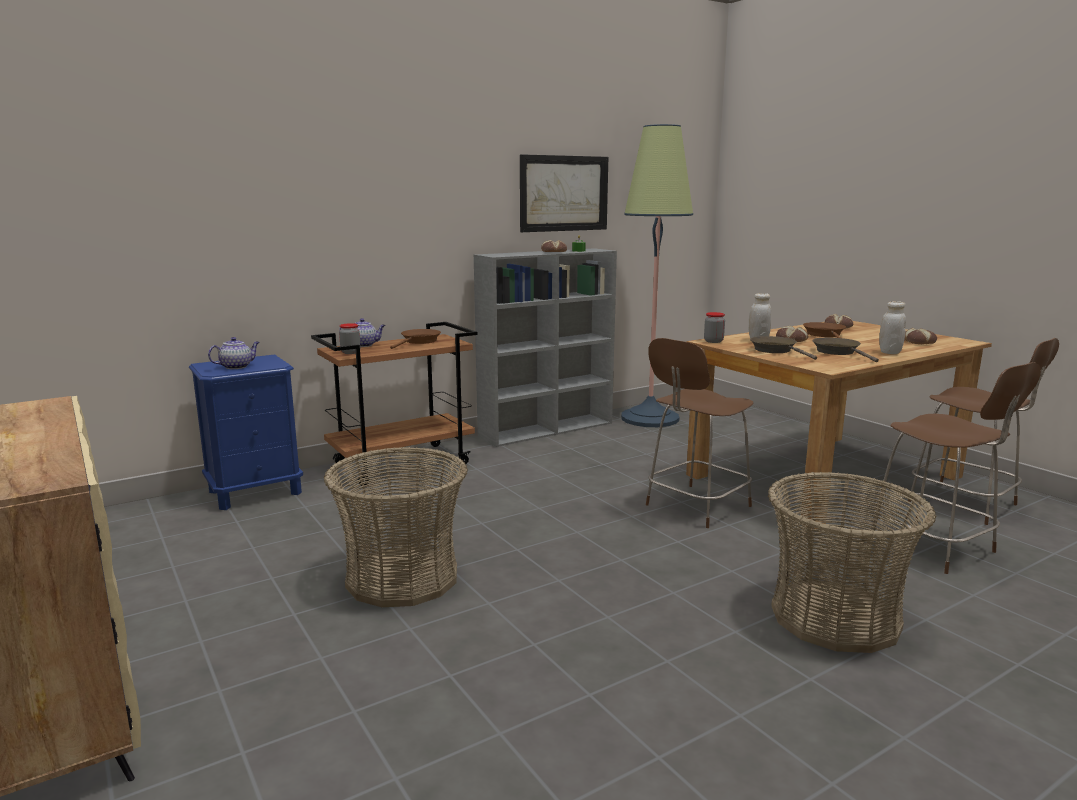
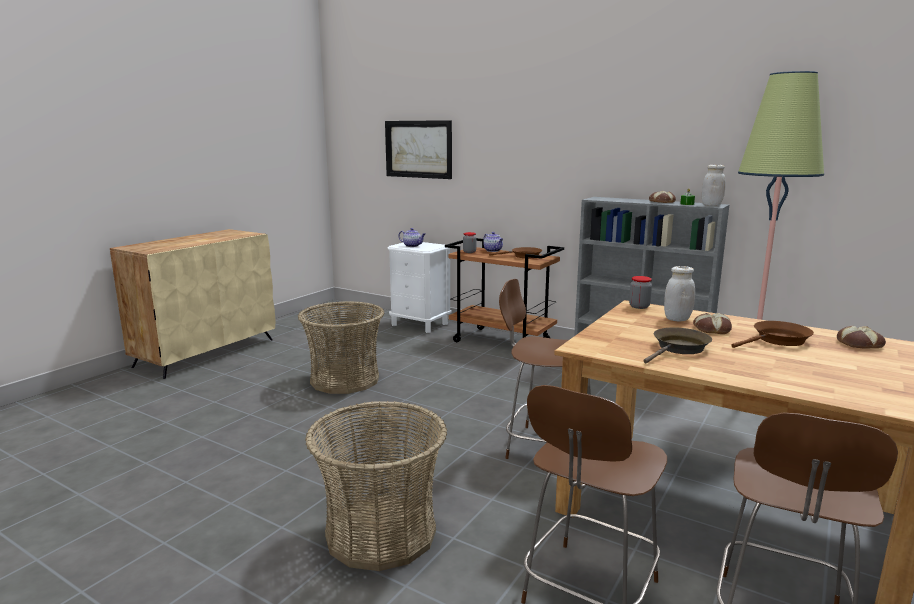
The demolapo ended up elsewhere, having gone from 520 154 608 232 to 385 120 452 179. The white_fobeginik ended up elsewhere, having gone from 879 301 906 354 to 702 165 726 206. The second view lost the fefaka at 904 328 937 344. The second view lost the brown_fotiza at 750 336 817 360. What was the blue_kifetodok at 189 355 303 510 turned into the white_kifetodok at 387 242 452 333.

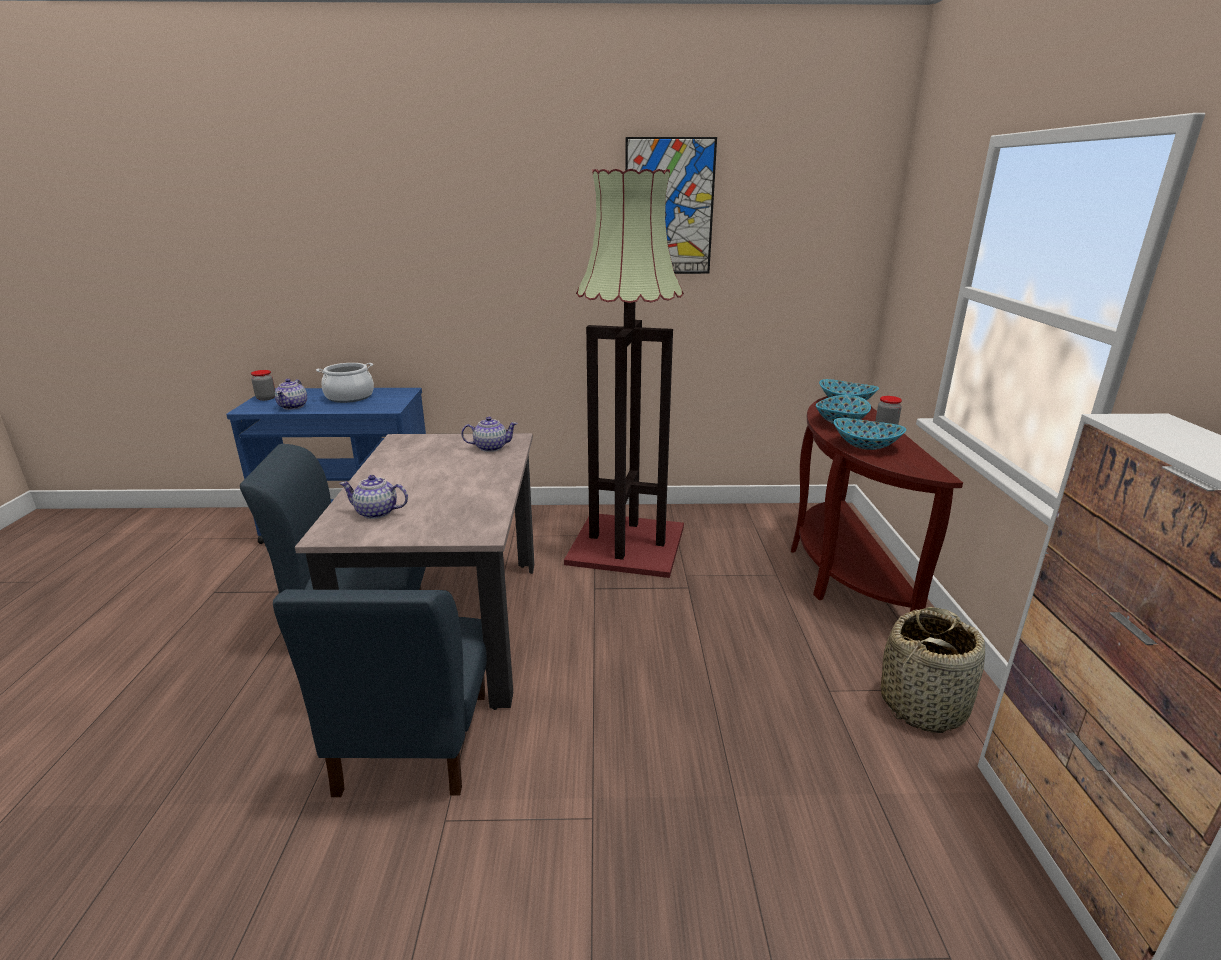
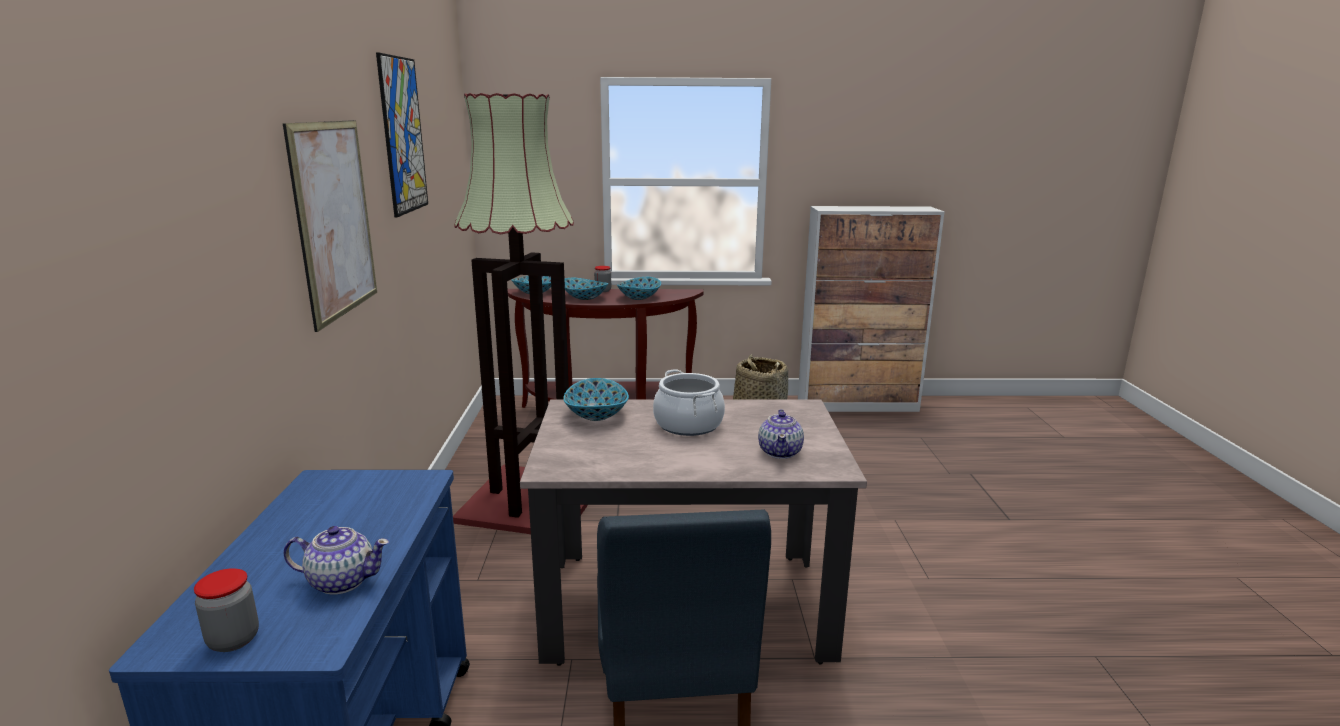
The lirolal ended up elsewhere, having gone from 316 363 374 403 to 653 369 725 436. Where the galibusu stood at 461 417 518 452, the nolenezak came to stand at 563 378 629 421. The second view lost the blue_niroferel at 273 590 487 797. The second view gained the demolapo at 283 120 377 332.

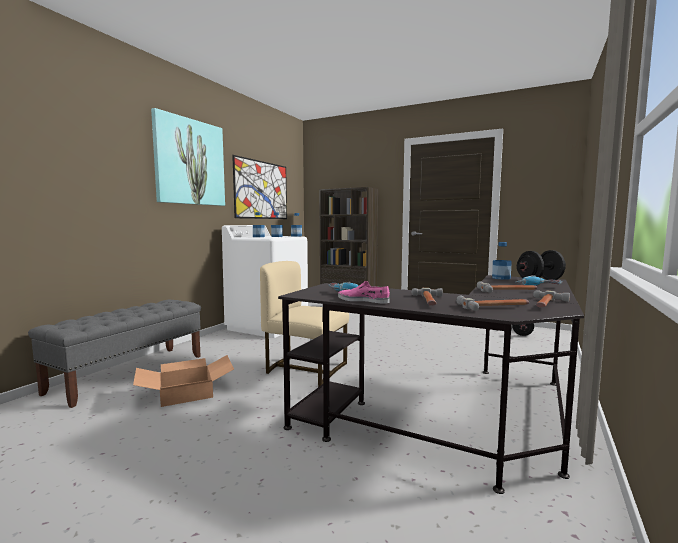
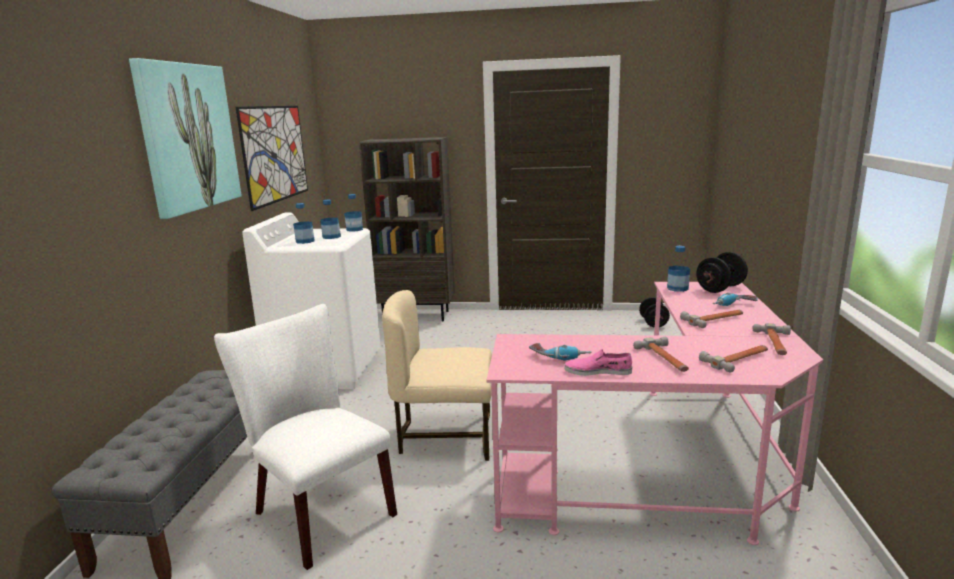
What was the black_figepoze at 278 275 584 494 turned into the pink_figepoze at 487 282 823 545. Where the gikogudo stood at 133 355 234 407, the white_niroferel came to stand at 214 304 397 570.

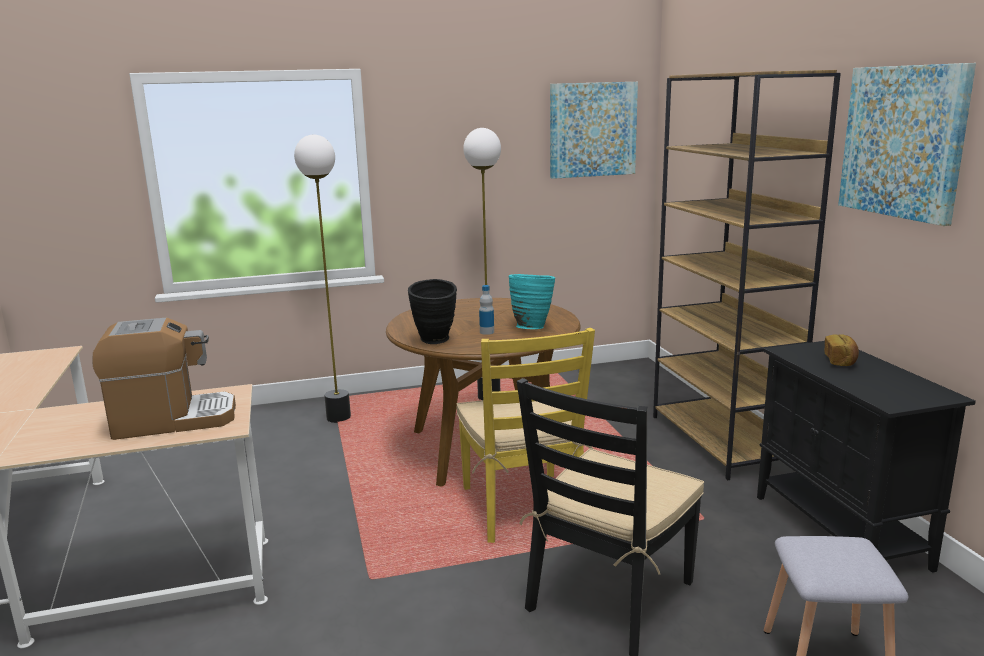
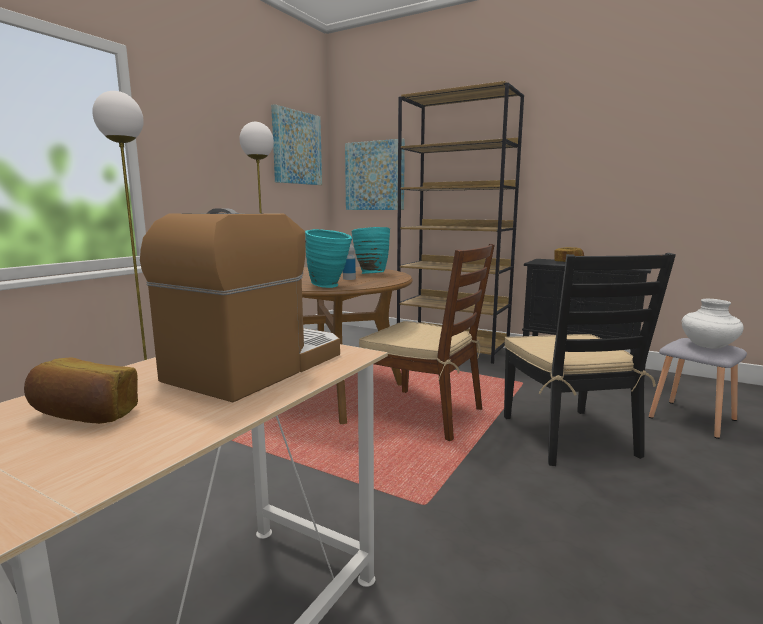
The demolapo ended up elsewhere, having gone from 838 63 976 226 to 345 139 405 210. What was the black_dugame at 408 279 457 344 turned into the turquoise_dugame at 305 229 352 288. What was the yellow_niroferel at 456 328 595 543 turned into the brown_niroferel at 359 243 495 441. The second view gained the white_dugame at 681 299 744 349. The second view gained the fefaka at 24 358 138 424.

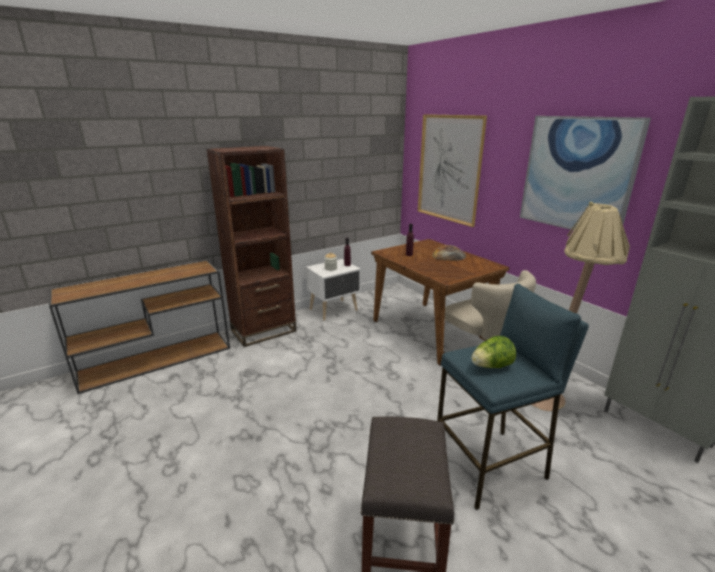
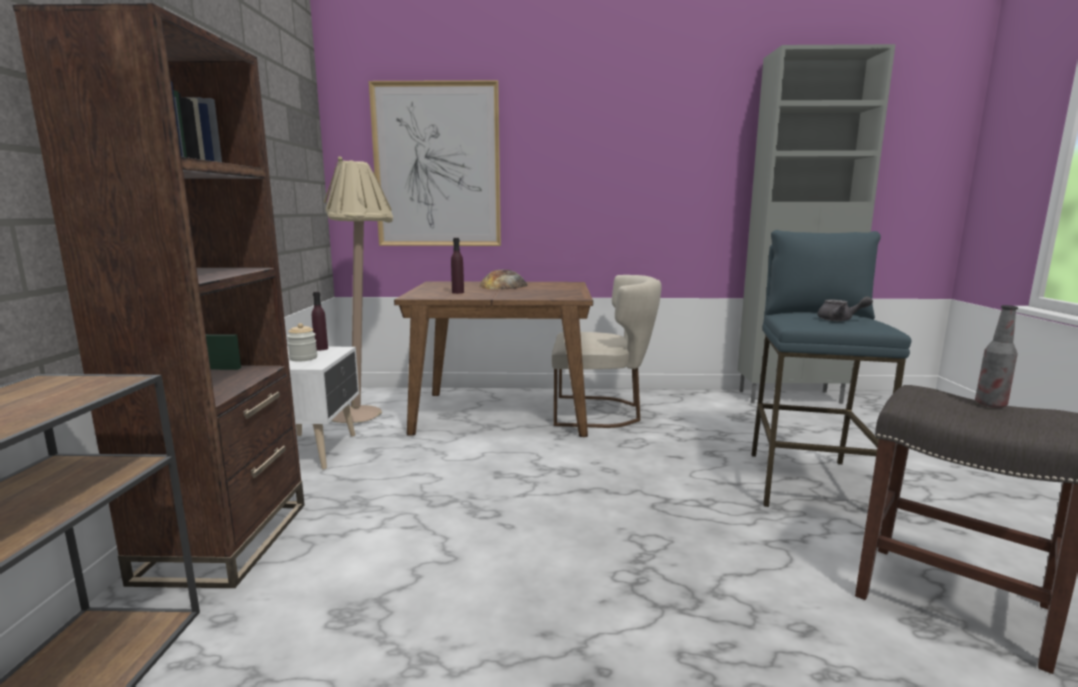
The second view lost the demolapo at 520 116 651 230. The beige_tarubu ended up elsewhere, having gone from 531 202 630 411 to 324 156 393 423. Where the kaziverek stood at 471 336 516 368, the grey_galibusu came to stand at 817 296 873 321. The second view gained the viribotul at 975 305 1018 408.

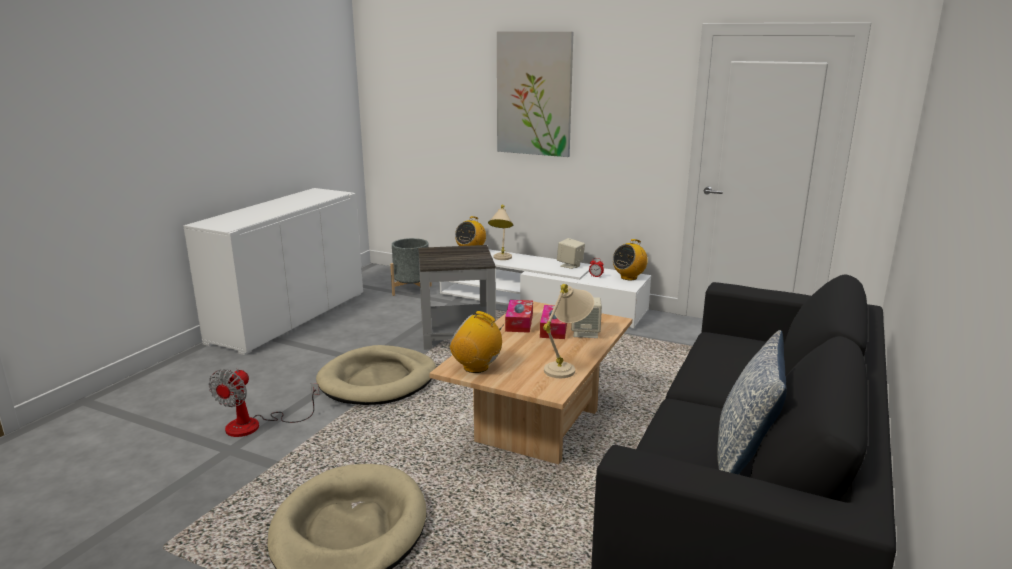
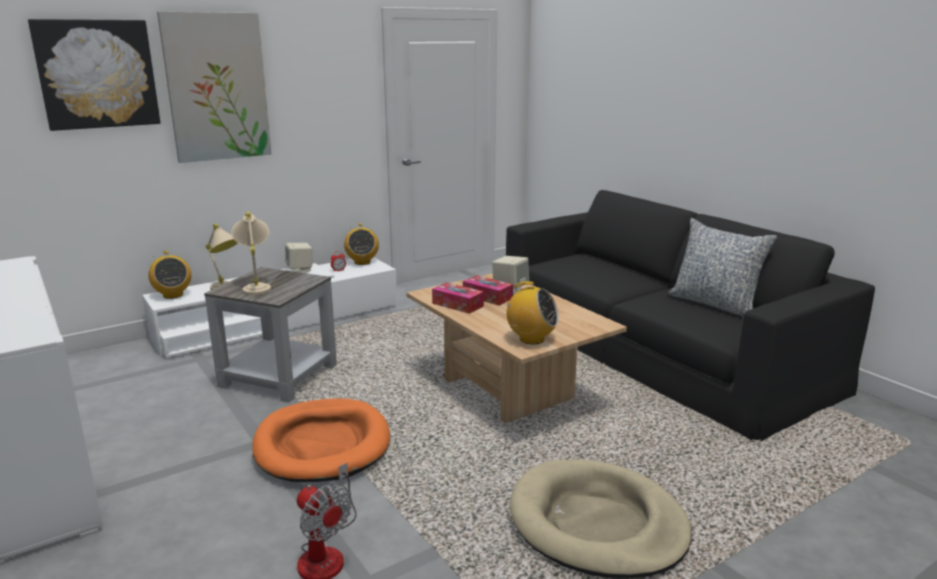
The second view lost the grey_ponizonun at 390 238 432 296. The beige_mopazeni ended up elsewhere, having gone from 543 284 594 378 to 231 211 271 295. The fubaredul at 449 311 507 373 ended up facing another way, 120 degrees counterclockwise from before. What was the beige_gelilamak at 316 345 436 405 turned into the orange_gelilamak at 252 399 390 482. The second view gained the demolapo at 28 19 160 131.

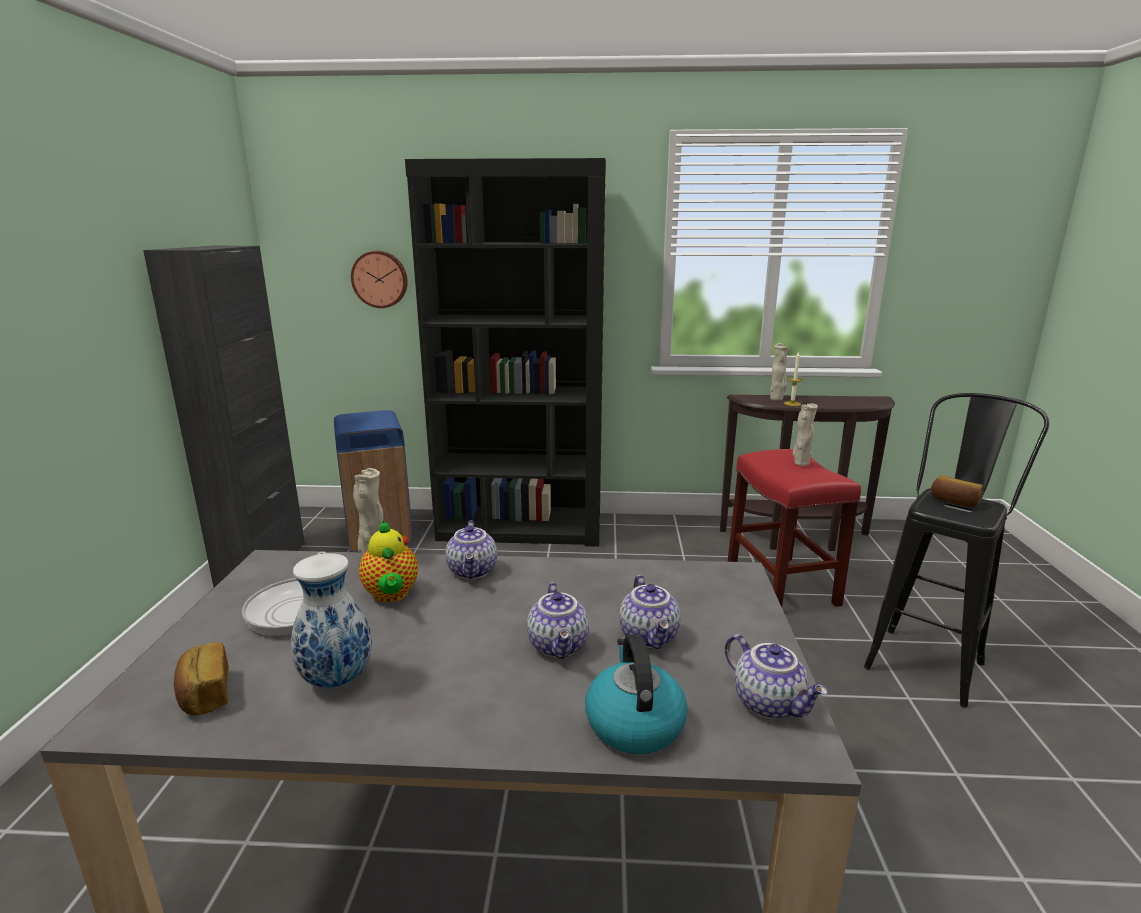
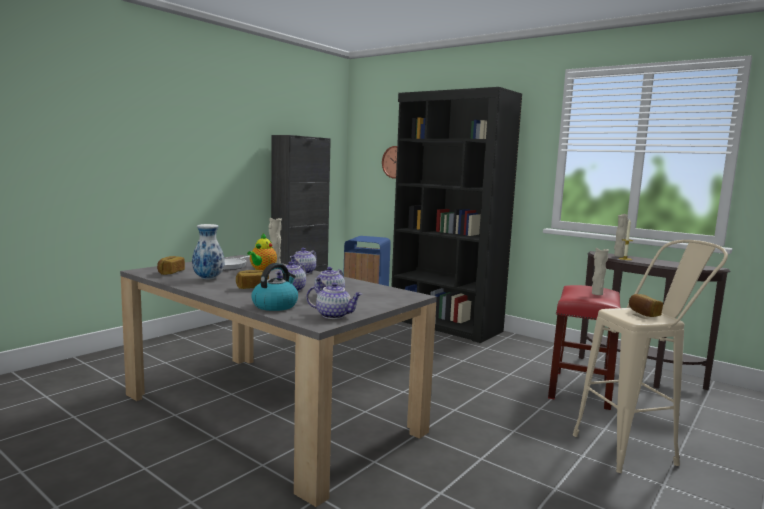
What was the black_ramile at 864 393 1049 708 turned into the beige_ramile at 573 240 728 473. The galibusu at 725 634 828 719 ended up facing another way, 75 degrees counterclockwise from before. The second view gained the fefaka at 236 270 269 289.

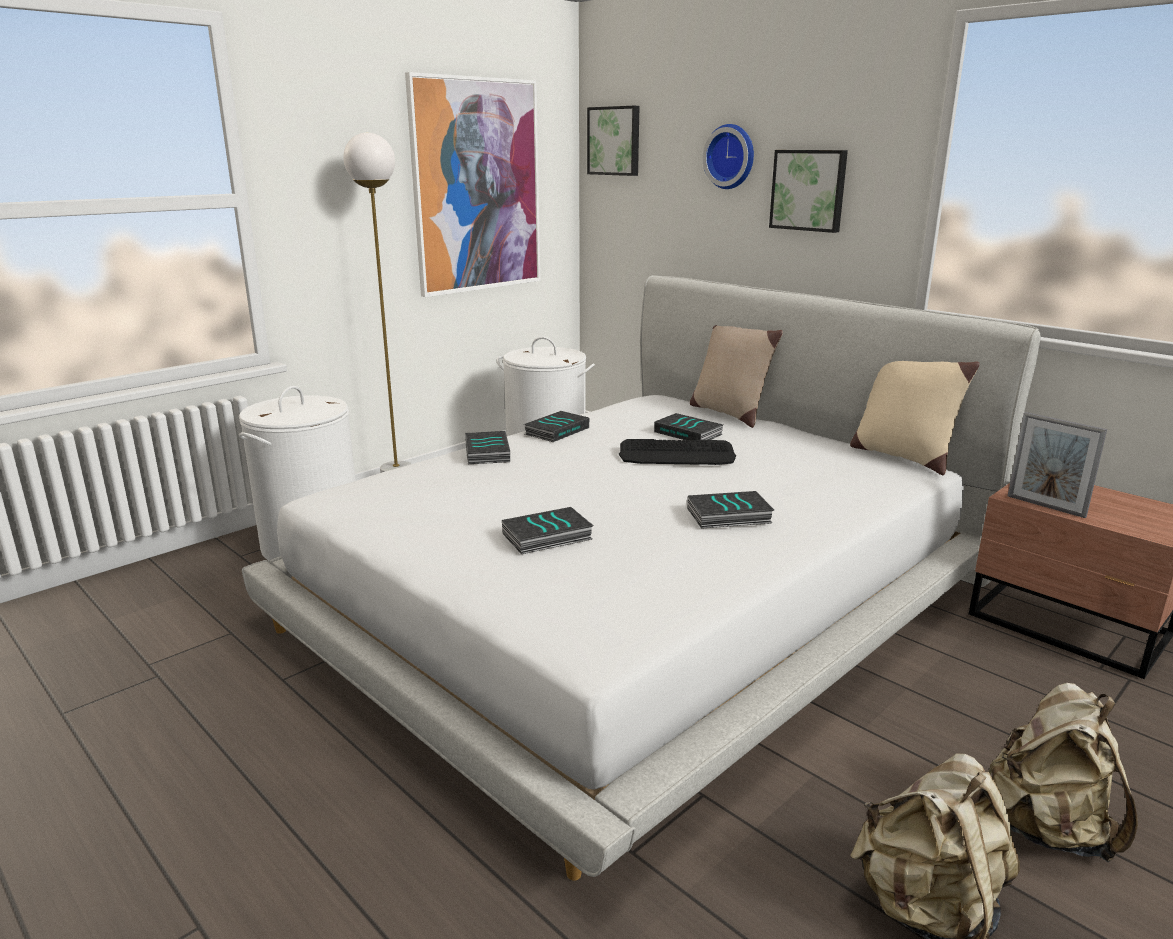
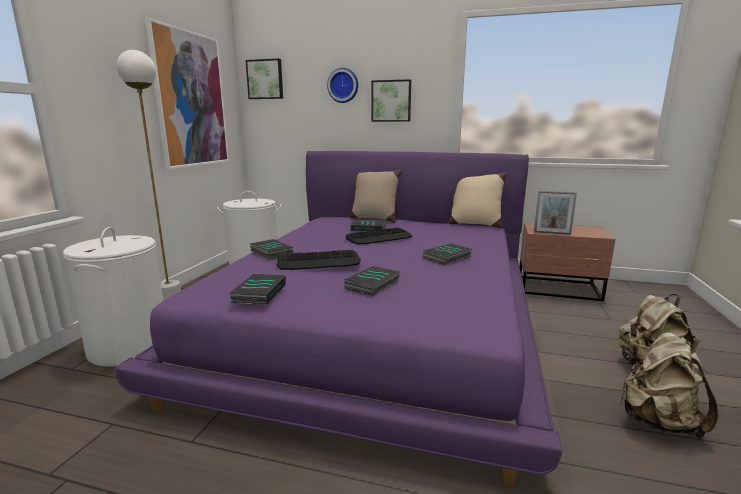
What was the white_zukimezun at 242 275 1041 881 turned into the purple_zukimezun at 114 151 563 486. The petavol ended up elsewhere, having gone from 524 411 589 442 to 230 274 286 305. The second view gained the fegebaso at 276 250 361 270.

